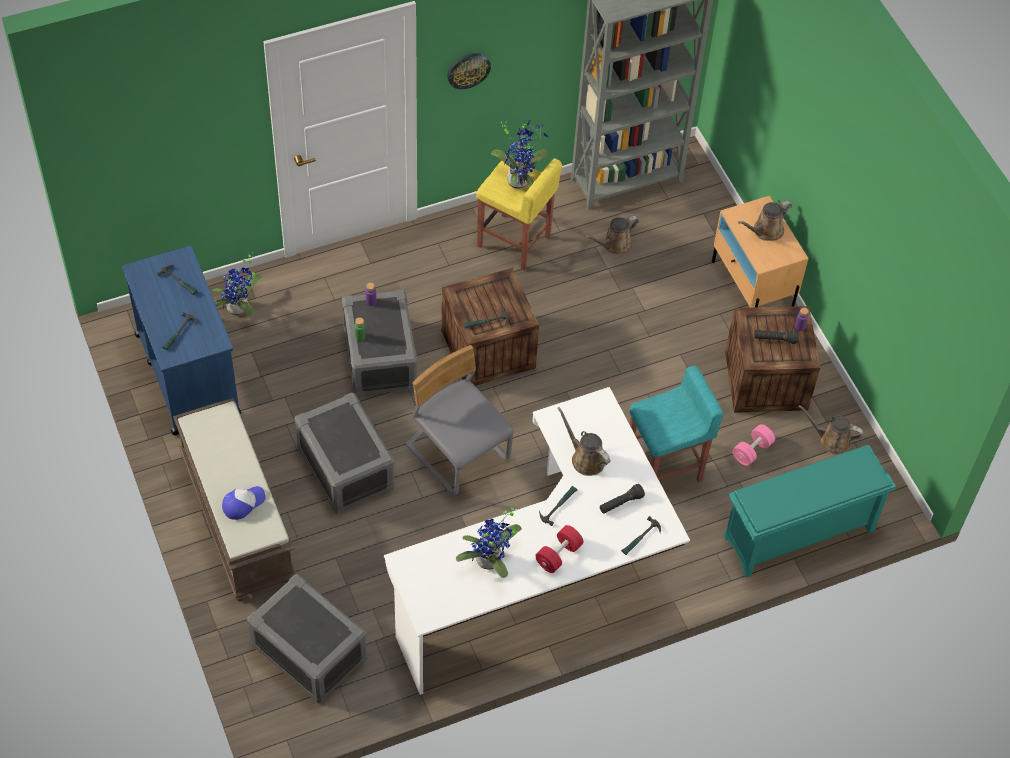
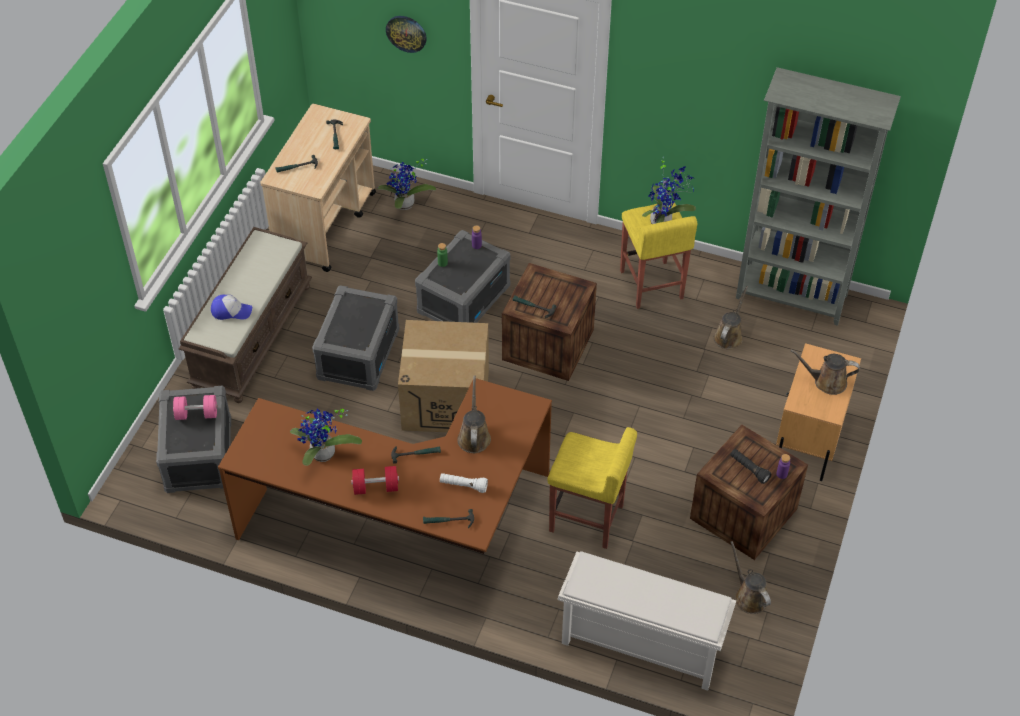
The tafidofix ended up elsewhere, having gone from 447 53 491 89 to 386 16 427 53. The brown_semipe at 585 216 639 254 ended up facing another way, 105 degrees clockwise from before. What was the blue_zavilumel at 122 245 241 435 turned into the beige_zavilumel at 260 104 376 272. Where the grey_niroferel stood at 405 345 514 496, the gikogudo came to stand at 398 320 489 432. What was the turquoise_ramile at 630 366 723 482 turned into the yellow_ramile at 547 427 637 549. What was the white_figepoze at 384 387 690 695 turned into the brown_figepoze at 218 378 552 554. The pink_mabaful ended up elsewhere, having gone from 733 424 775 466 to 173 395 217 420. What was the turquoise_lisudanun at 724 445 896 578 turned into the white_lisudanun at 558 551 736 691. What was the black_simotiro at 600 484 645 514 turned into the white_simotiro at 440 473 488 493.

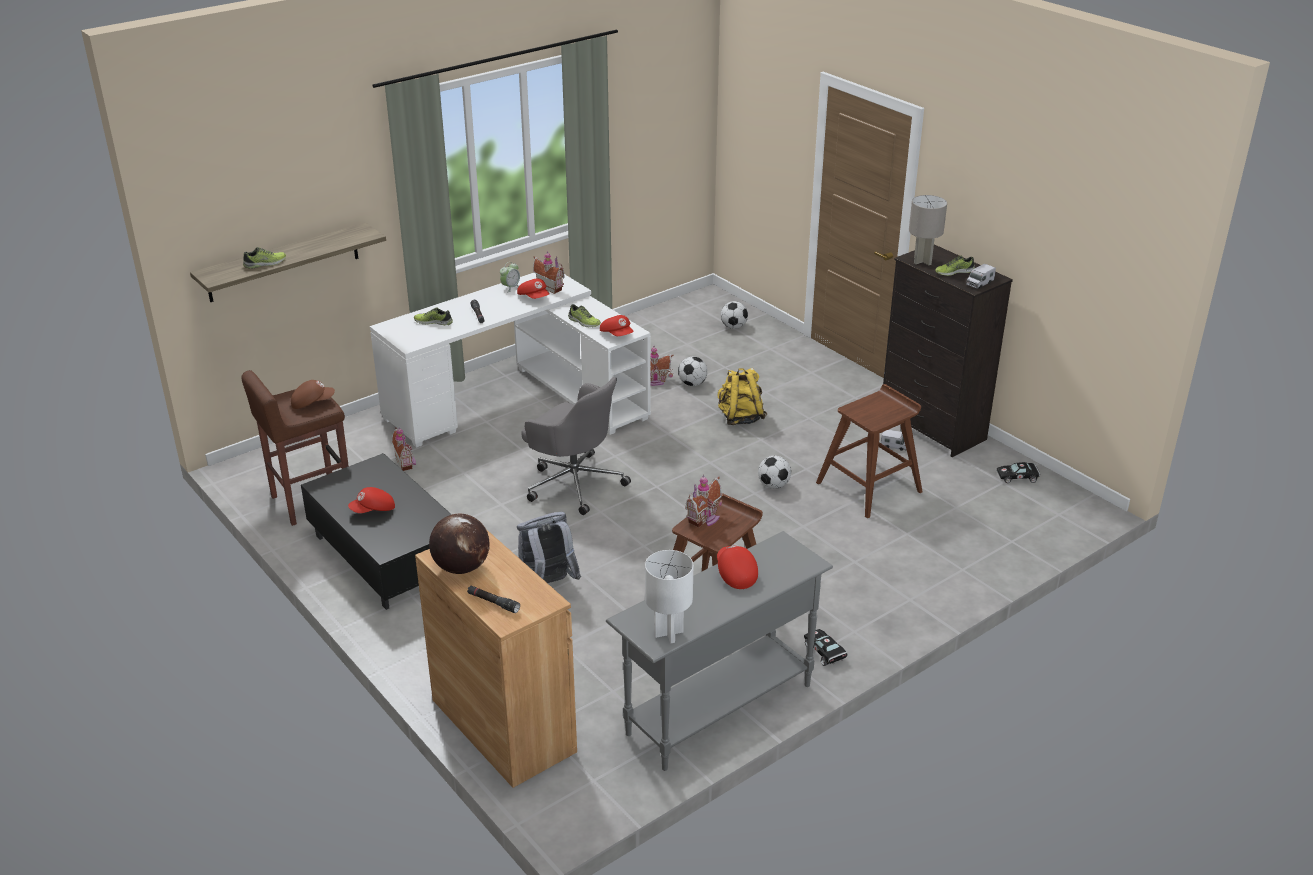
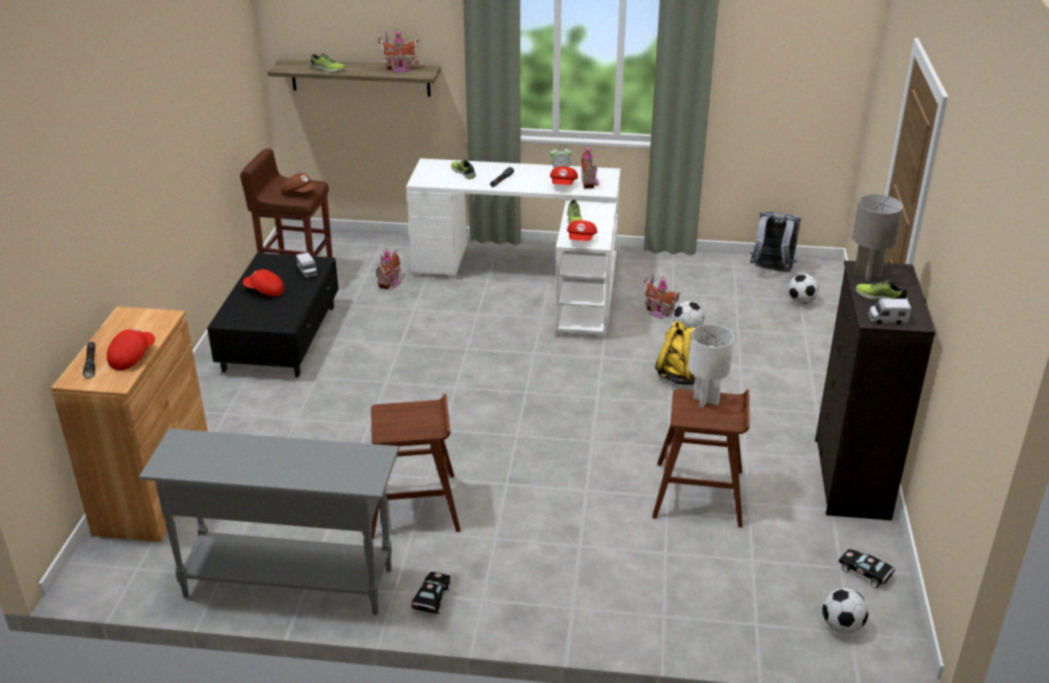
The second view lost the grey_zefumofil at 521 377 631 515. The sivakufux ended up elsewhere, having gone from 881 430 906 451 to 296 252 318 277. The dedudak ended up elsewhere, having gone from 758 456 791 489 to 822 588 868 633. The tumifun ended up elsewhere, having gone from 685 475 722 527 to 378 28 419 72. The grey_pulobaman ended up elsewhere, having gone from 517 512 581 583 to 750 212 801 272. The second view lost the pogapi at 429 514 489 574. The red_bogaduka ended up elsewhere, having gone from 717 545 758 589 to 107 328 155 370. The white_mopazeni ended up elsewhere, having gone from 645 550 693 643 to 688 324 734 408.

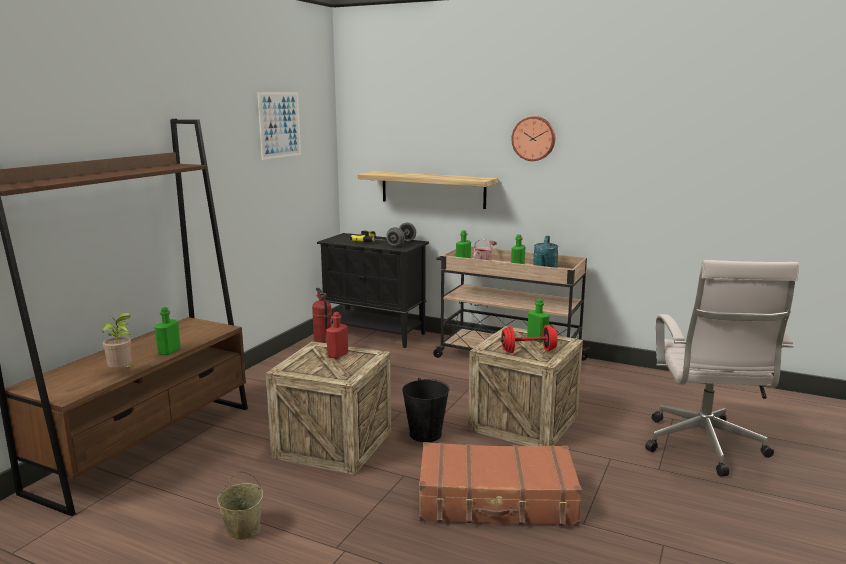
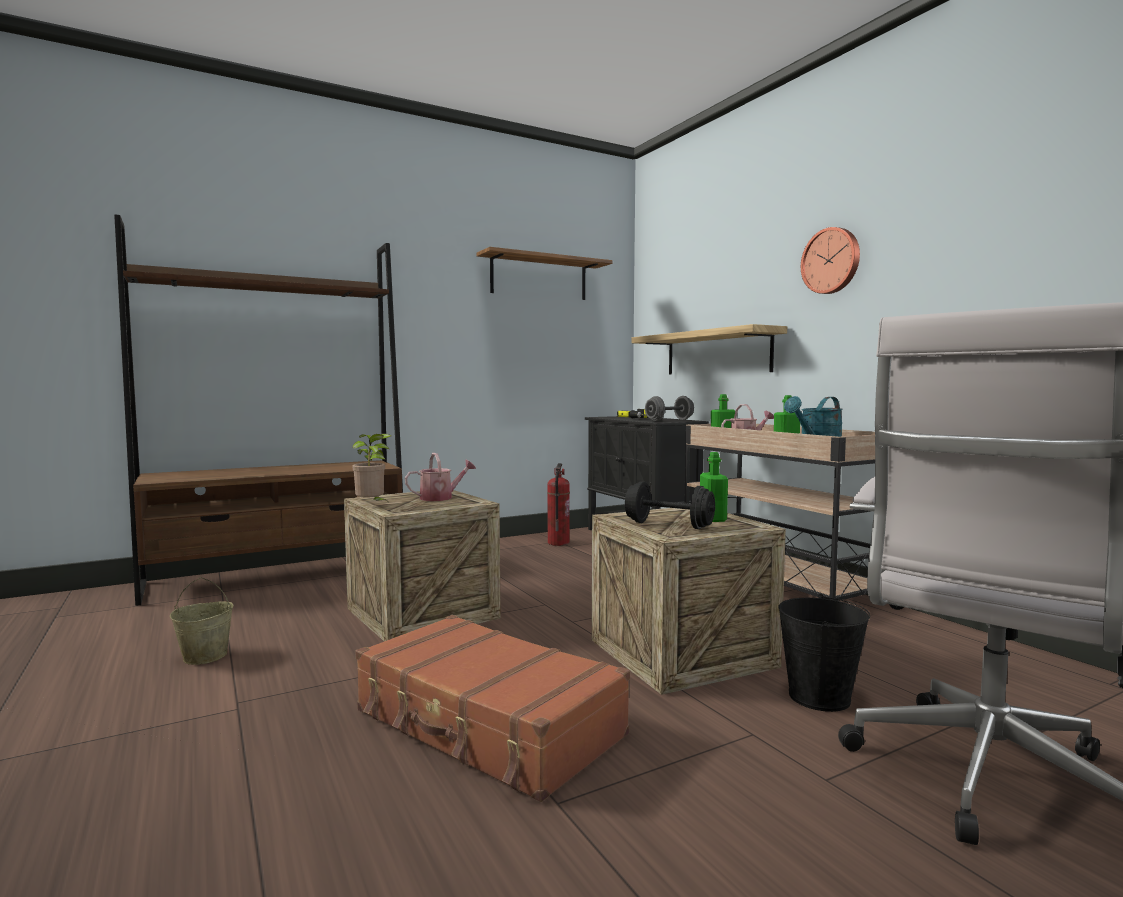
Where the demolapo hung at 258 92 301 160, the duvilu came to hang at 477 247 613 300. The second view lost the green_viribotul at 154 307 181 355. Where the red_viribotul stood at 326 312 348 359, the semipe came to stand at 405 453 476 501. The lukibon ended up elsewhere, having gone from 102 313 133 368 to 352 434 391 501. What was the red_mabaful at 501 325 557 353 turned into the black_mabaful at 625 481 715 529. The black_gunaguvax ended up elsewhere, having gone from 402 378 450 442 to 778 594 870 712.

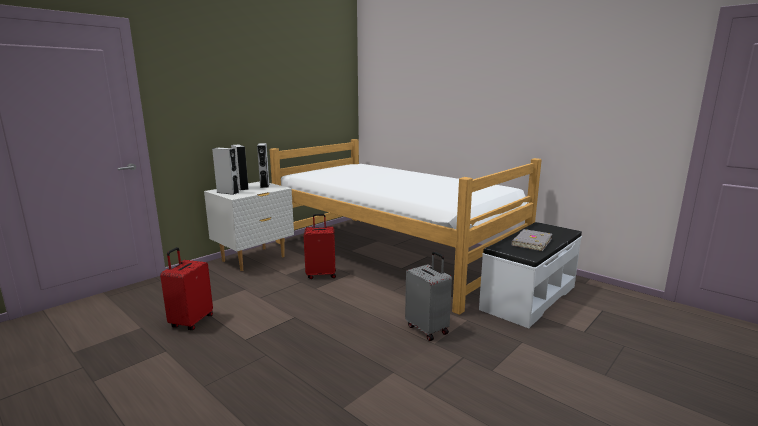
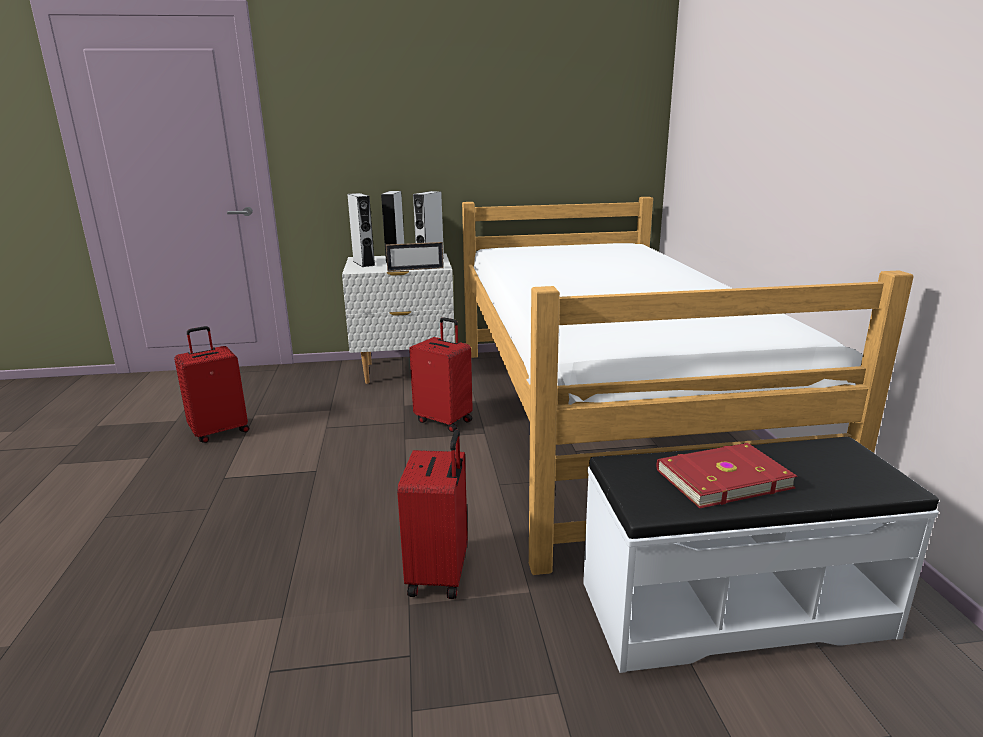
What was the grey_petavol at 511 229 552 251 turned into the red_petavol at 656 443 797 508. What was the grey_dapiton at 405 251 452 341 turned into the red_dapiton at 397 429 468 599. The second view gained the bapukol at 386 242 444 271.

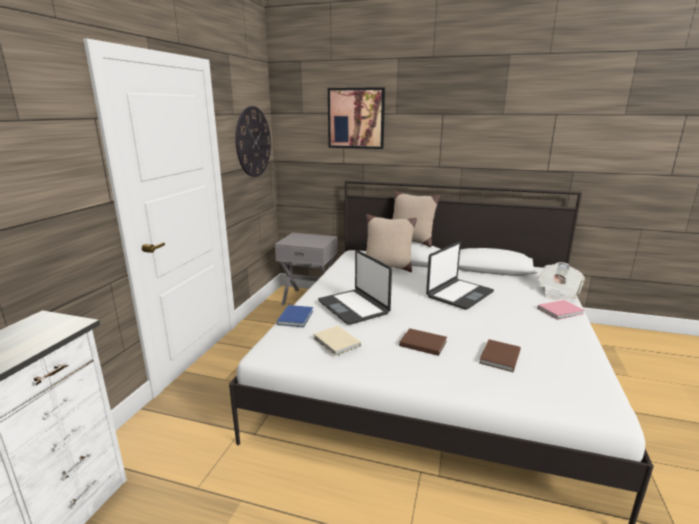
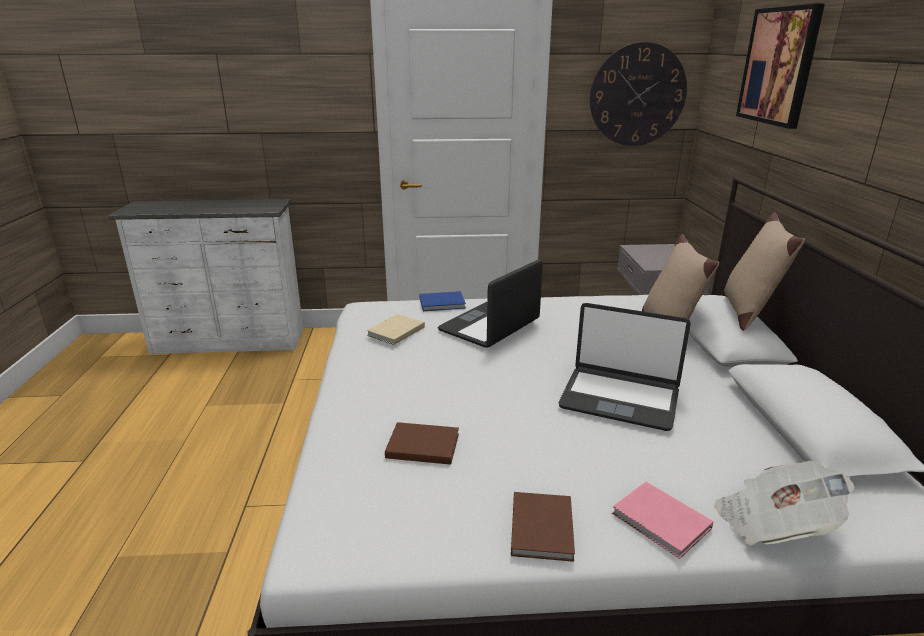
The brown_petavol ended up elsewhere, having gone from 399 328 447 356 to 511 492 575 562.

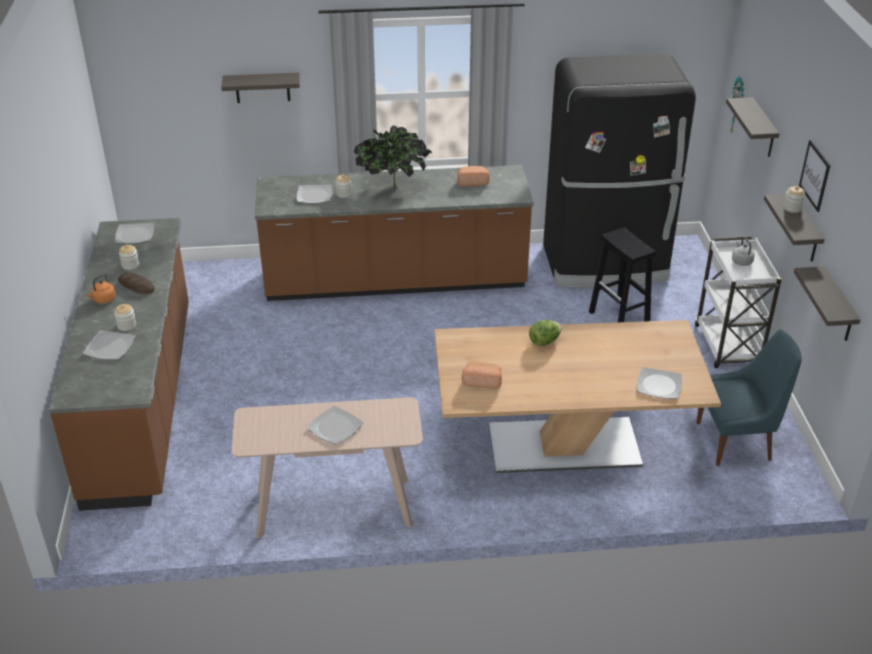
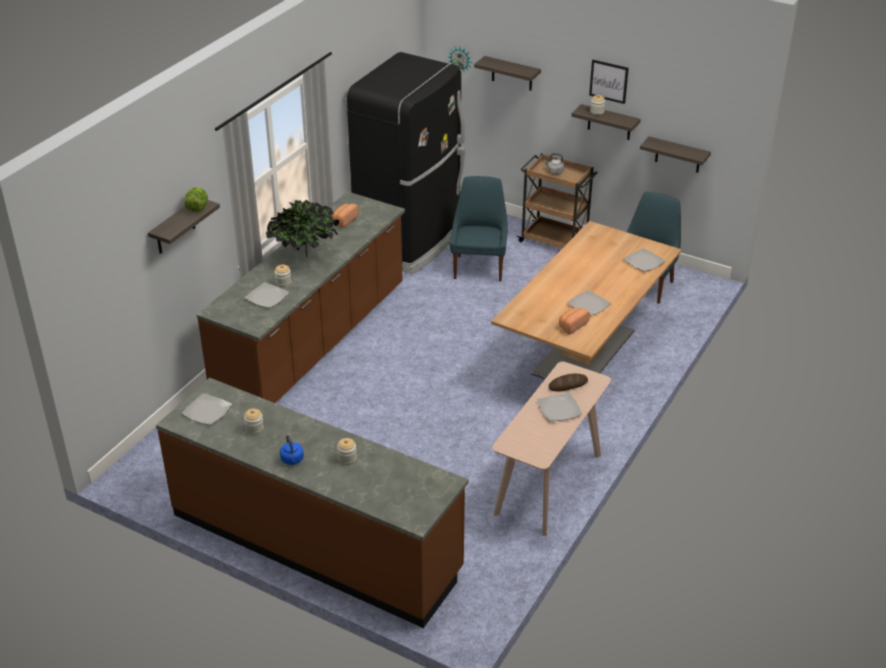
Where the black_ramile stood at 589 228 656 322, the blue_niroferel came to stand at 450 176 508 282. What was the white_zavilumel at 695 237 782 368 turned into the brown_zavilumel at 517 153 598 249. The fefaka ended up elsewhere, having gone from 118 273 155 294 to 549 374 588 391. What was the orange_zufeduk at 86 274 116 304 turned into the blue_zufeduk at 280 435 304 465. The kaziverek ended up elsewhere, having gone from 529 320 562 346 to 184 187 208 212. The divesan ended up elsewhere, having gone from 83 330 136 360 to 567 290 611 316.

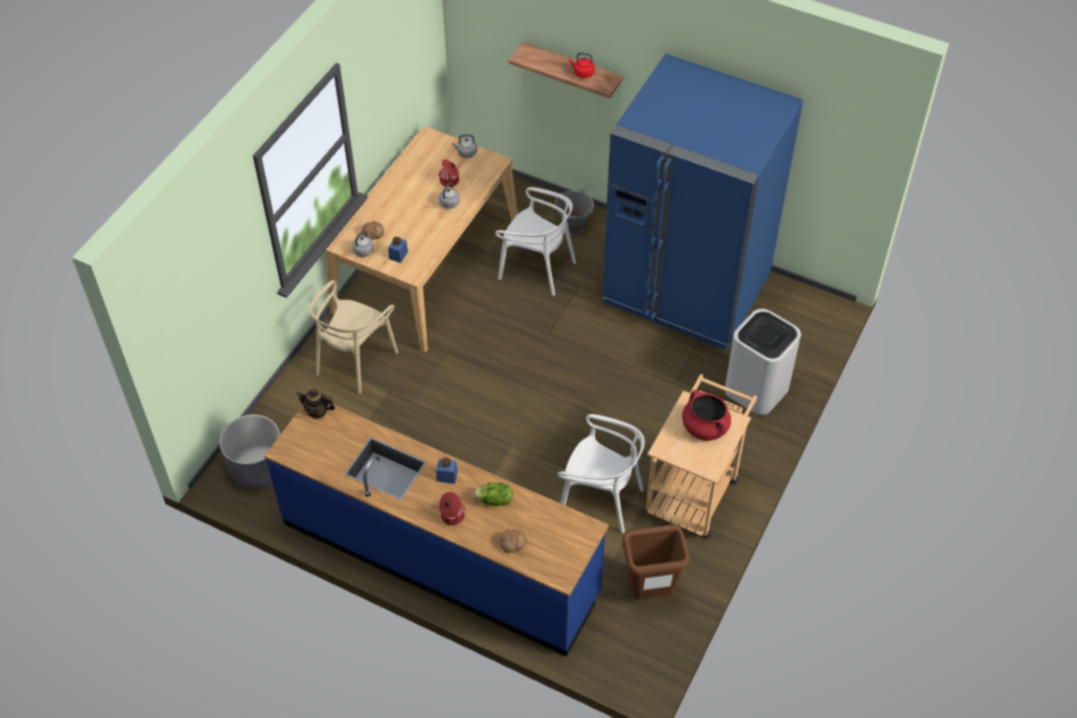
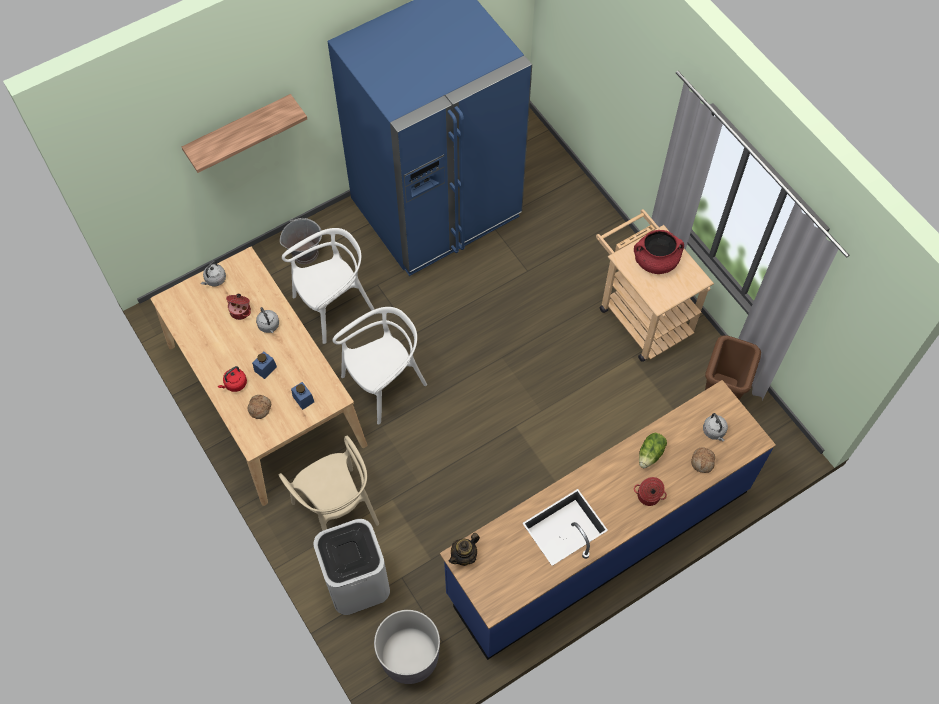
The red_zufeduk ended up elsewhere, having gone from 569 52 595 78 to 218 366 247 392. The grey_zufeduk ended up elsewhere, having gone from 350 231 374 257 to 703 413 728 442. The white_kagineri ended up elsewhere, having gone from 725 309 801 415 to 313 519 390 615. The white_niroferel ended up elsewhere, having gone from 558 414 645 533 to 333 307 427 425. The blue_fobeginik ended up elsewhere, having gone from 436 457 458 484 to 252 351 277 379.

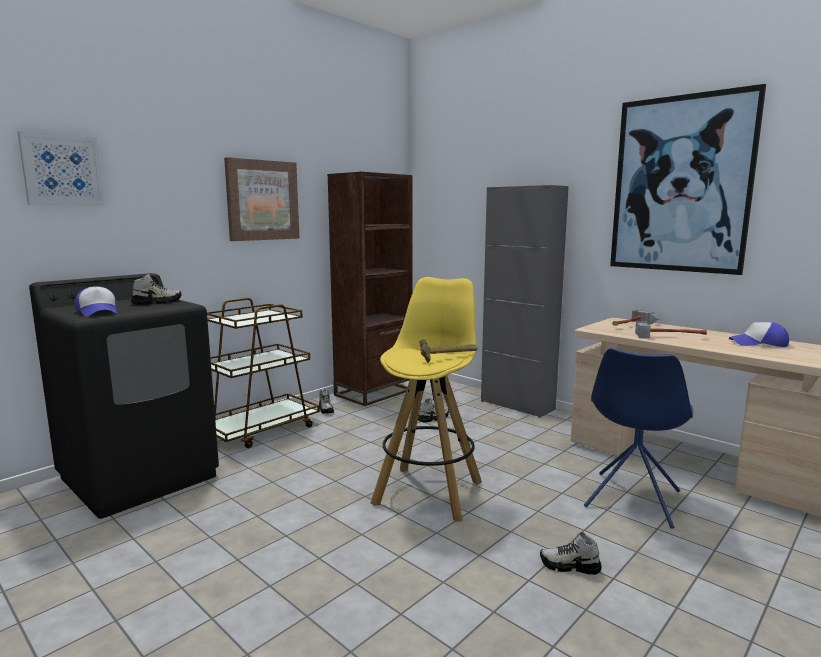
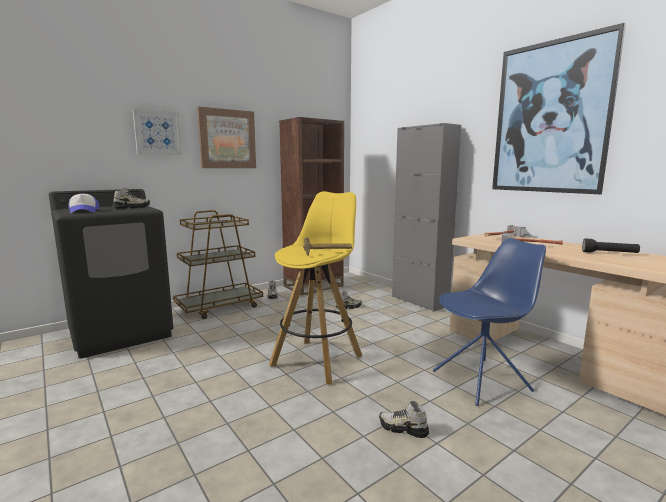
The demolapo ended up elsewhere, having gone from 18 131 105 205 to 133 109 182 155. Where the bogaduka stood at 729 322 789 347, the black_simotiro came to stand at 582 238 640 253. The blue_niroferel at 584 348 693 529 ended up facing another way, 150 degrees counterclockwise from before.

